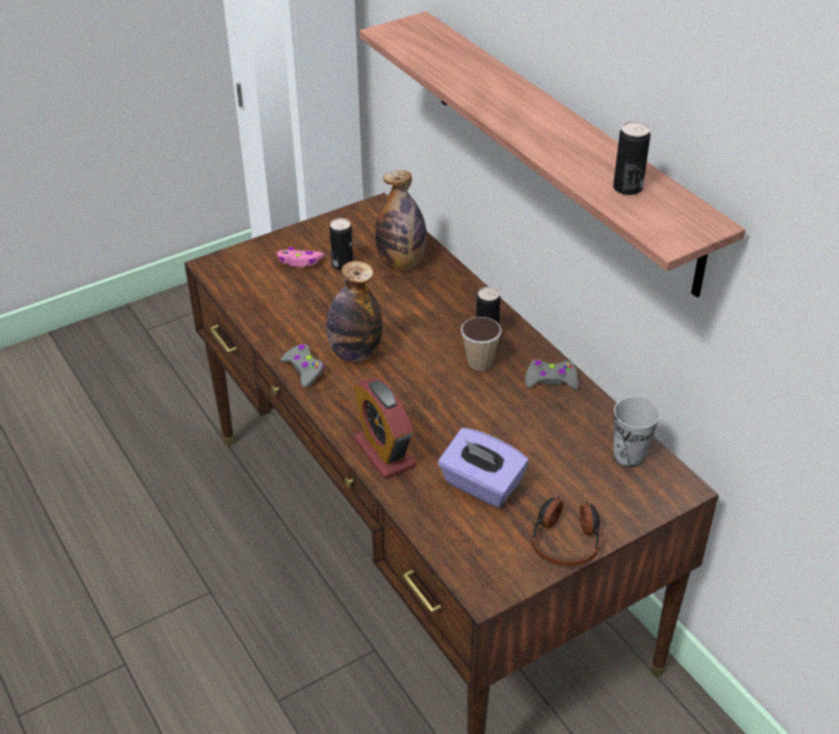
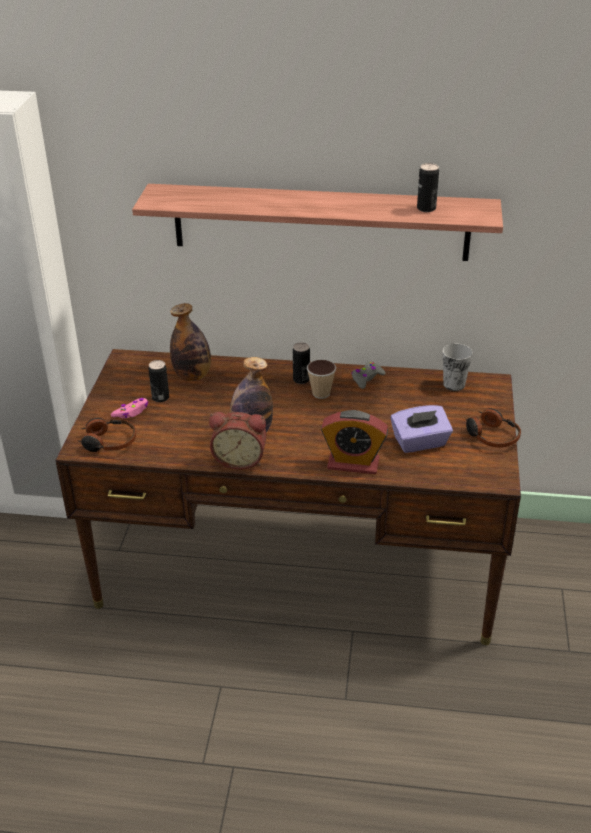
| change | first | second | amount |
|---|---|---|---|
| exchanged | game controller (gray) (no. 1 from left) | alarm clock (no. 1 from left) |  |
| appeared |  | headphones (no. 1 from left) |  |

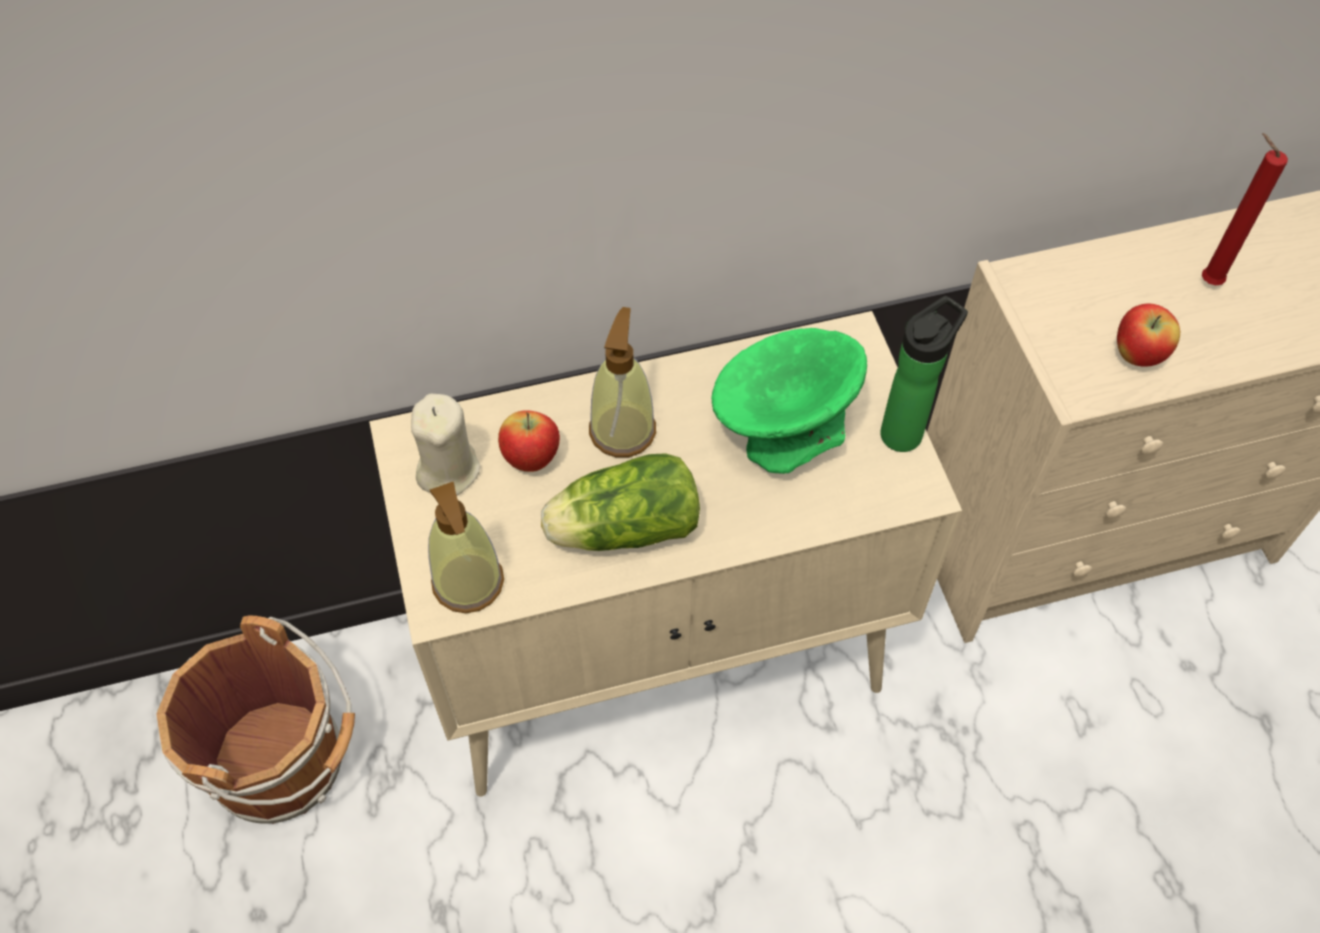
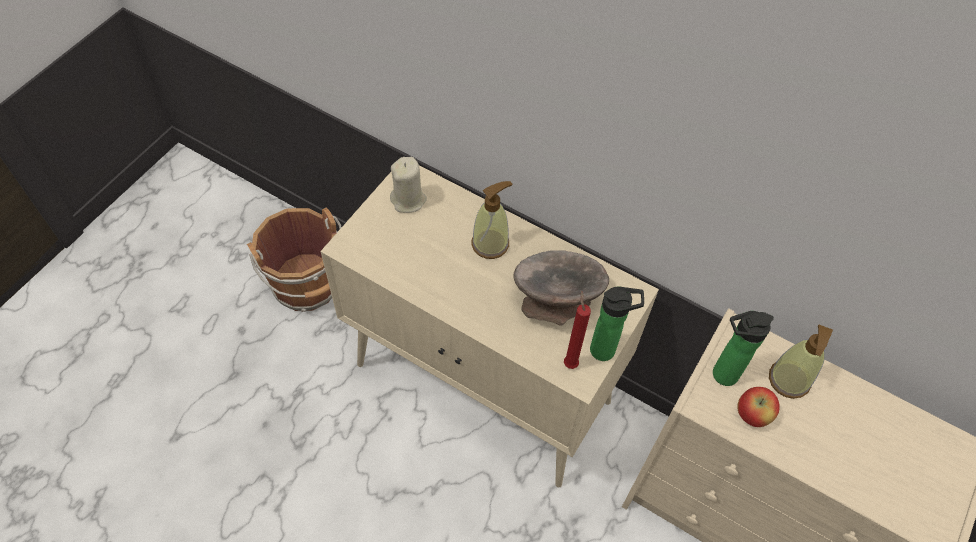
| change | first | second | amount |
|---|---|---|---|
| relocated | soap bottle (no. 1 from left in the first image) | soap bottle (no. 2 from left) |  |
| missing | whole apple (no. 1 from left) |  |  |
| missing | head of lettuce |  |  |
| colour | bowl (green) | bowl (gray) |  |
| relocated | candle (reddish) |  |  |
| appeared |  | bottle (no. 2 from left) |  |

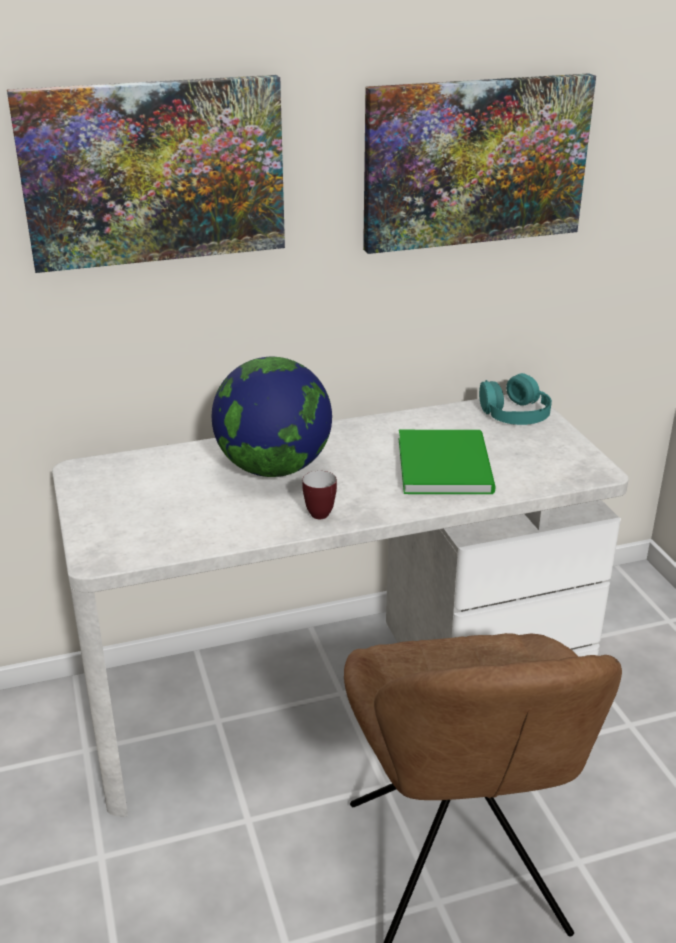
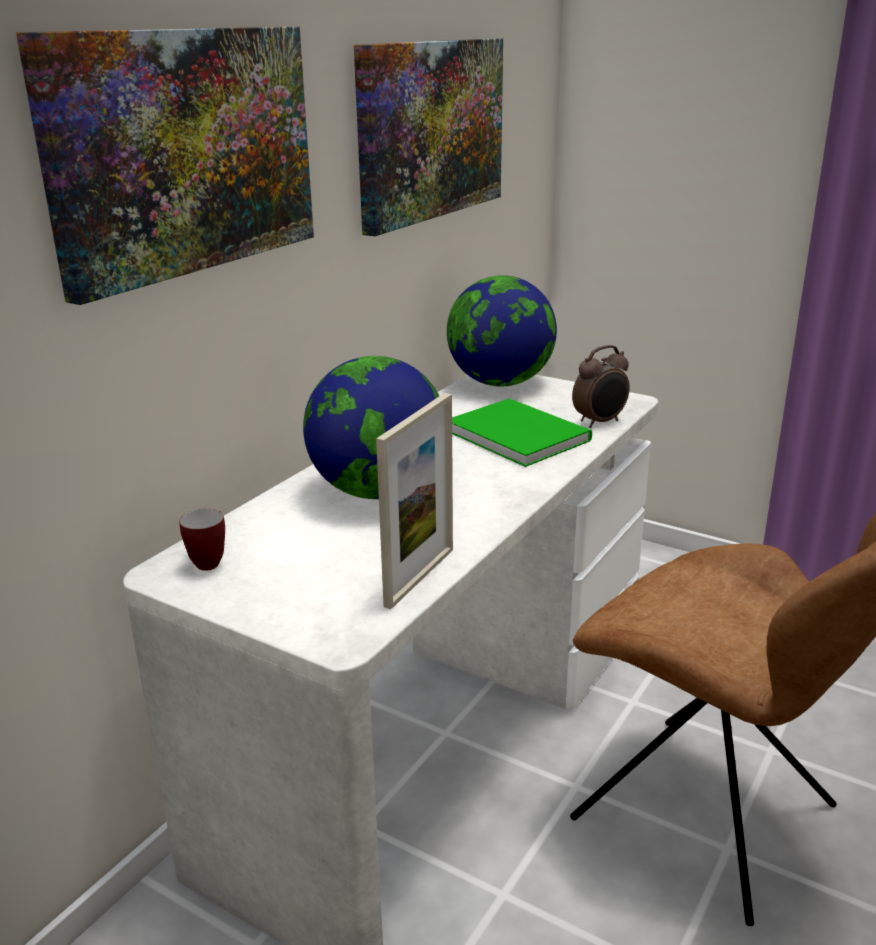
| change | first | second | amount |
|---|---|---|---|
| relocated | mug |  |  |
| exchanged | headphones (blue-green) | globe (no. 2 from left) |  |
| appeared |  | photo frame |  |
| appeared |  | alarm clock |  |

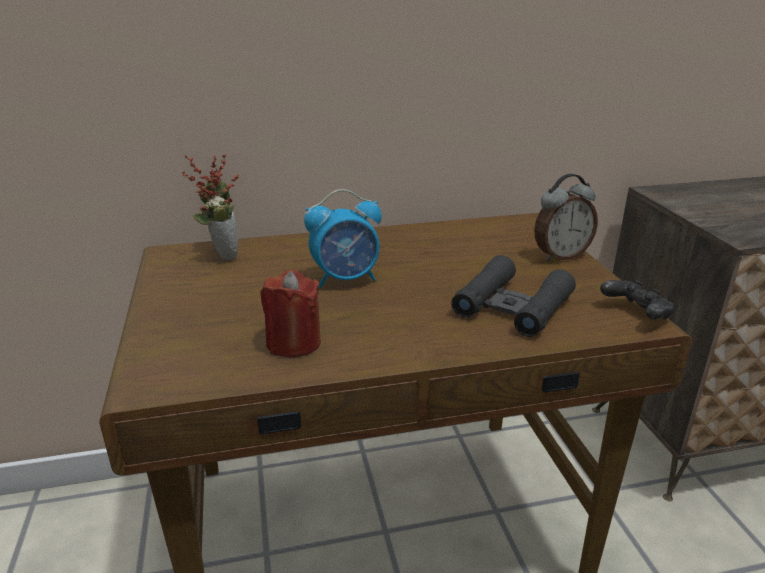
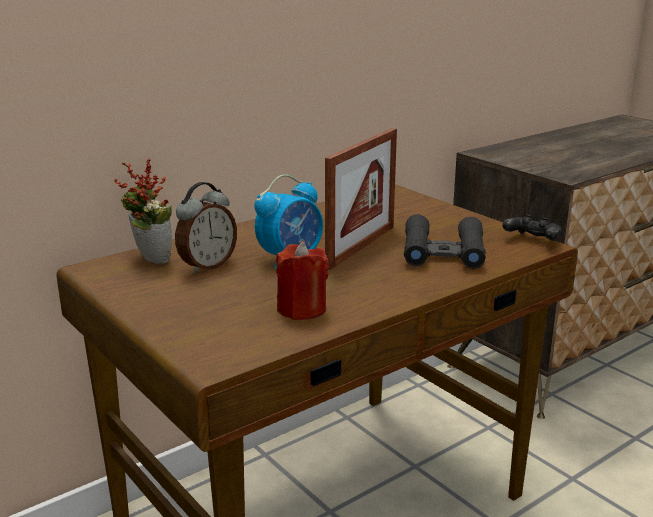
| change | first | second | amount |
|---|---|---|---|
| relocated | alarm clock (no. 2 from left in the first image) | alarm clock (no. 1 from left) |  |
| appeared |  | photo frame |  |

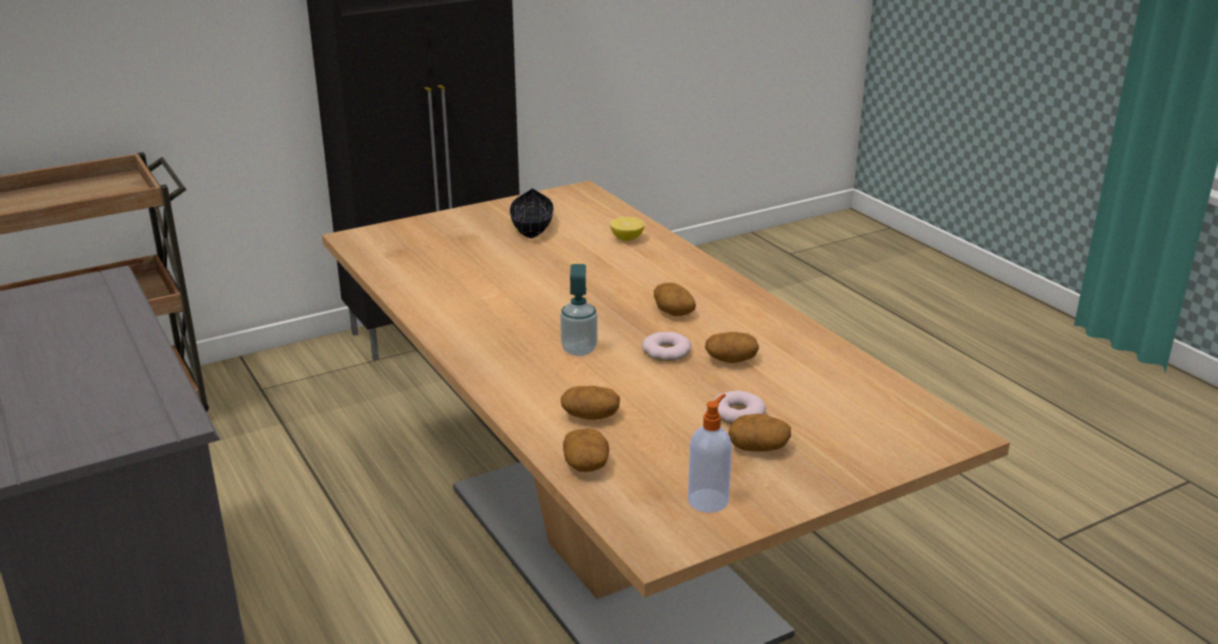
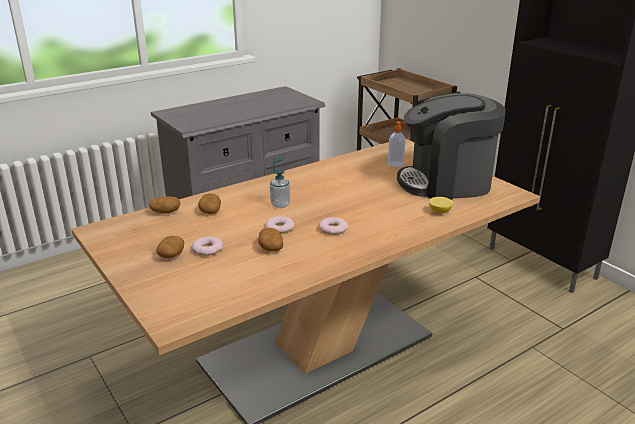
| change | first | second | amount |
|---|---|---|---|
| exchanged | bowl (blackish) | coffee maker |  |
| exchanged | spud (no. 3 from left) | donut (no. 3 from left) |  |
| relocated | soap bottle (no. 2 from left) |  |  |

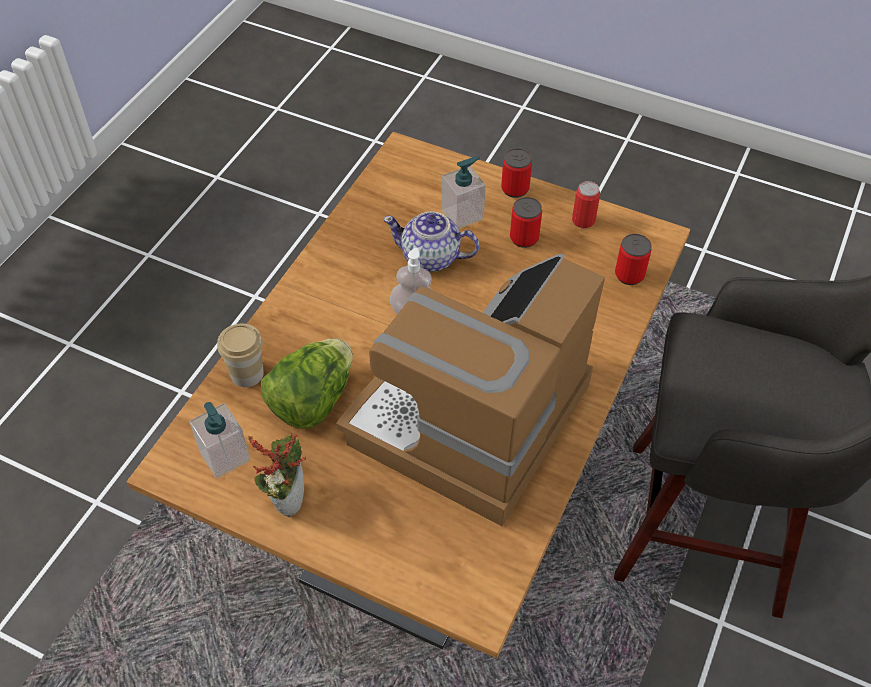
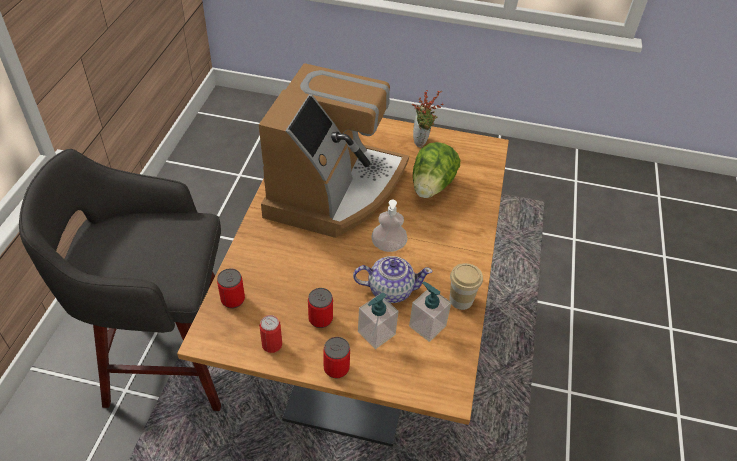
| change | first | second | amount |
|---|---|---|---|
| relocated | soap bottle (no. 1 from left in the first image) | soap bottle (no. 3 from left) |  |
| relocated | small cup |  |  |

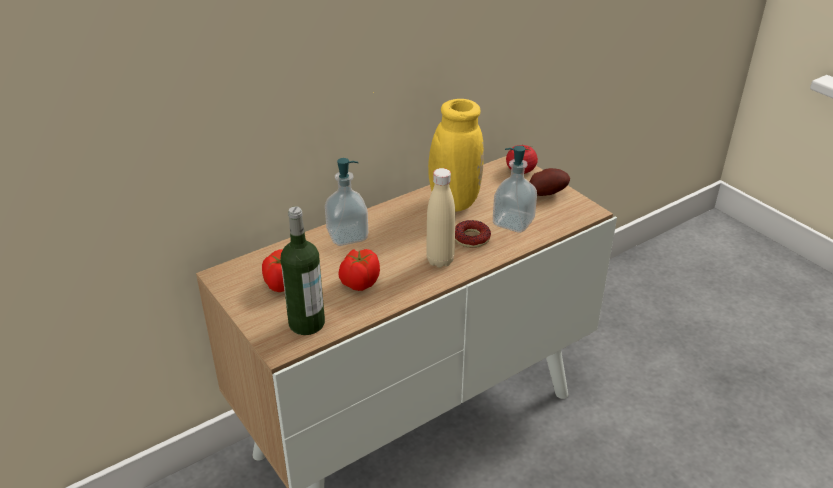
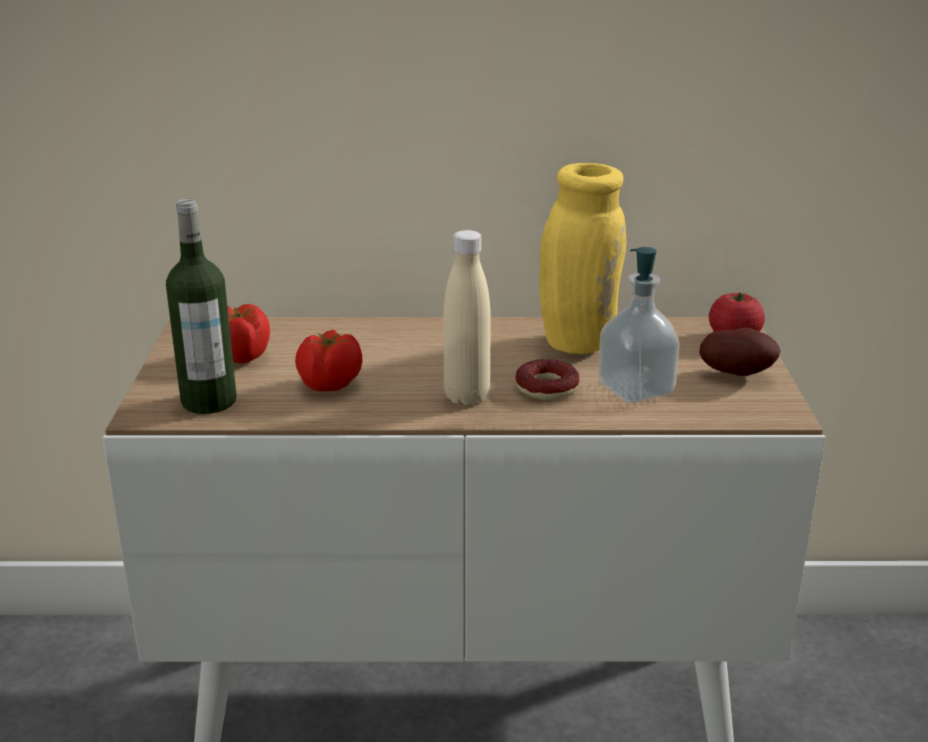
| change | first | second | amount |
|---|---|---|---|
| missing | soap bottle (no. 1 from left) |  |  |

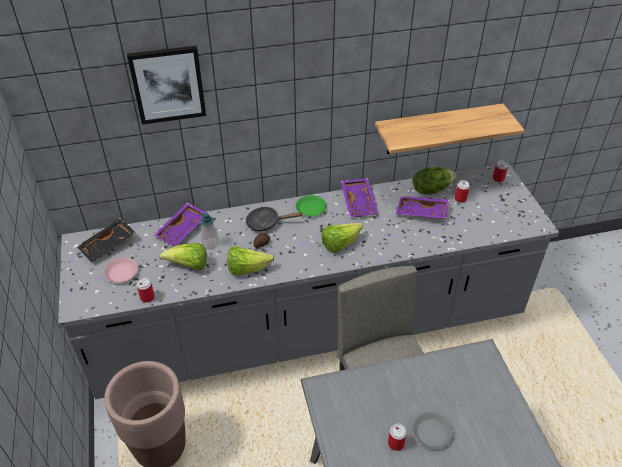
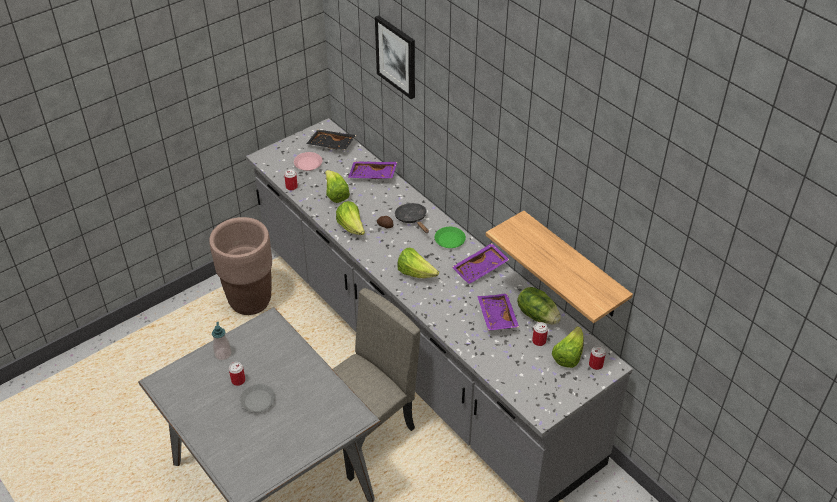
| change | first | second | amount |
|---|---|---|---|
| relocated | soap bottle |  |  |
| appeared |  | head of lettuce (no. 5 from left) |  |

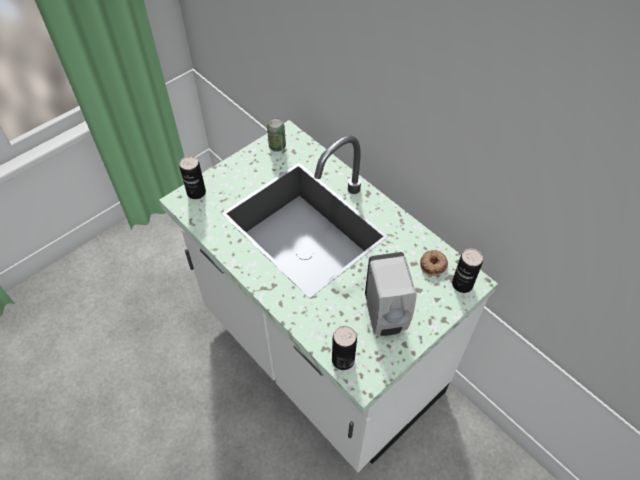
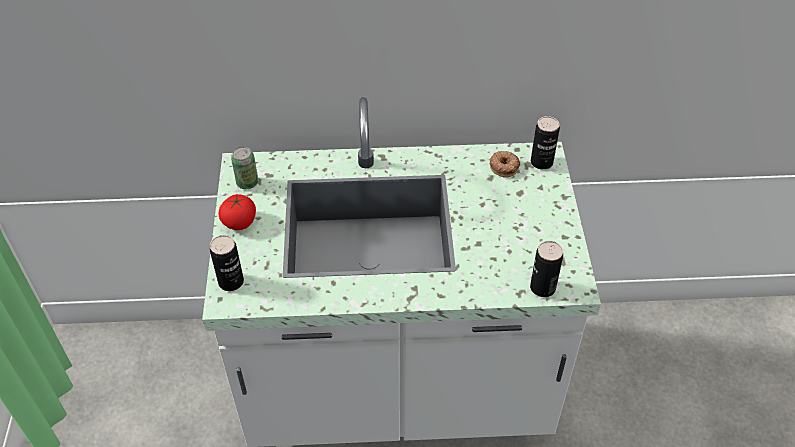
| change | first | second | amount |
|---|---|---|---|
| missing | soap bottle (white-coloured) |  |  |
| appeared |  | fresh tomato |  |

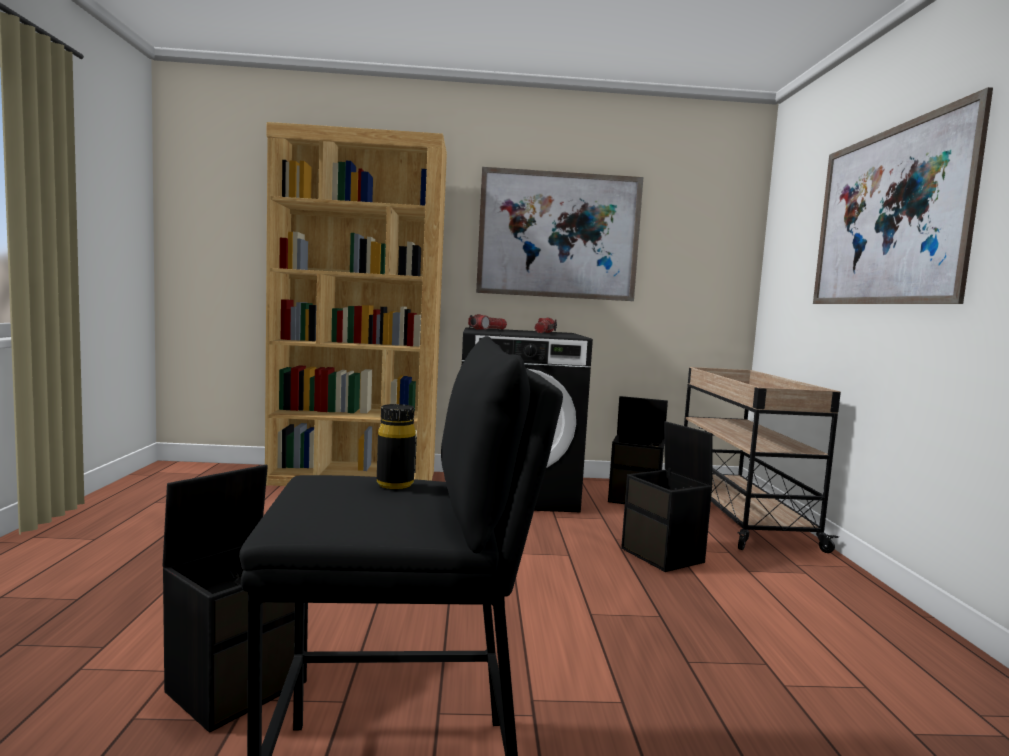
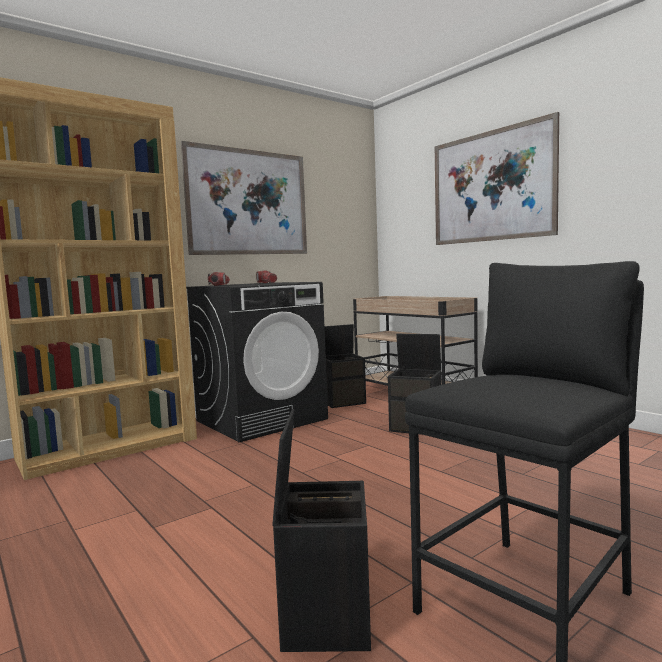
| change | first | second | amount |
|---|---|---|---|
| missing | bottle (blackish) |  |  |

